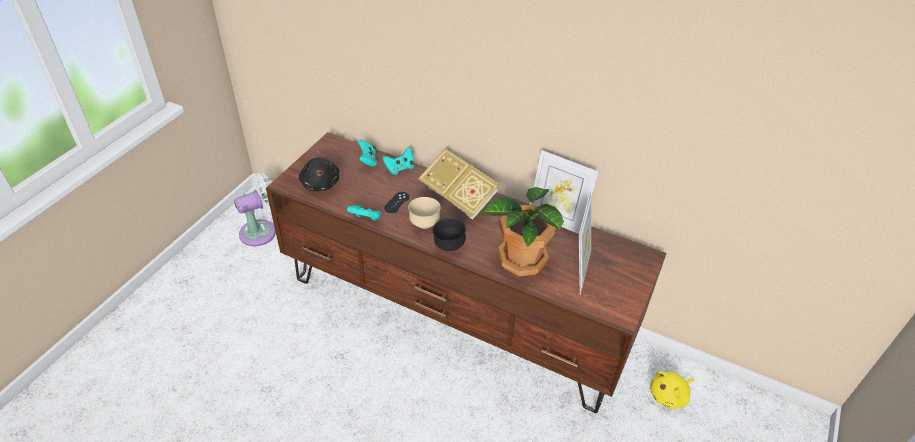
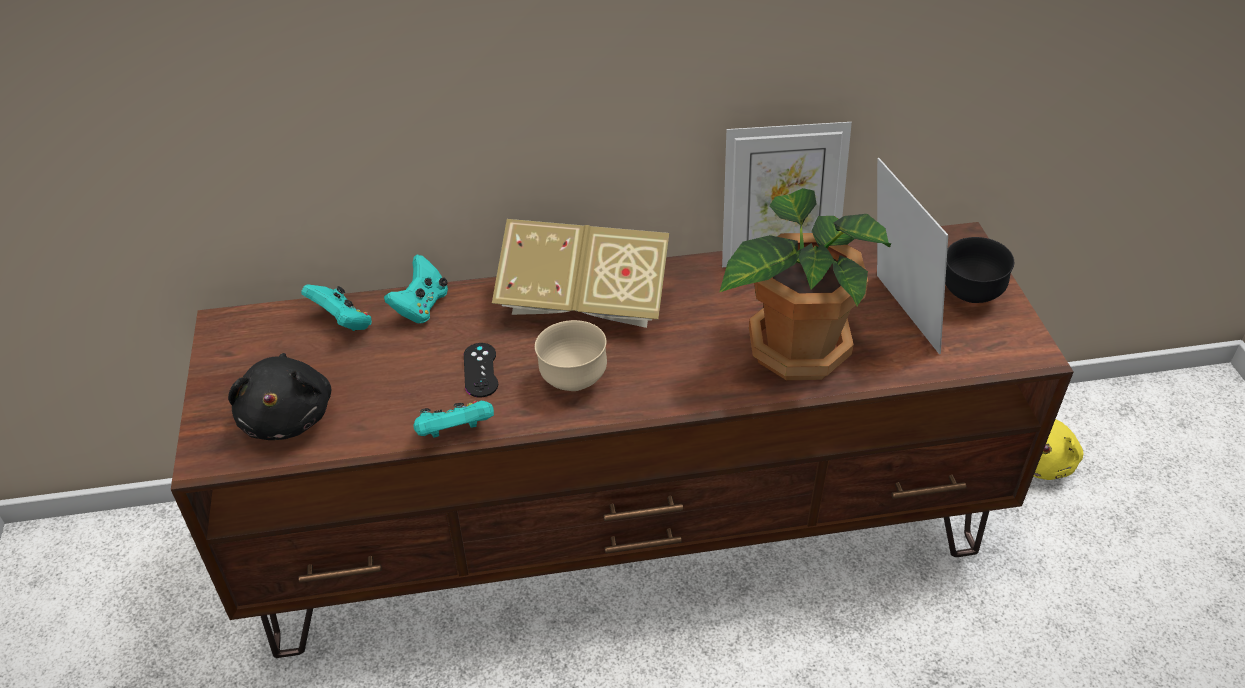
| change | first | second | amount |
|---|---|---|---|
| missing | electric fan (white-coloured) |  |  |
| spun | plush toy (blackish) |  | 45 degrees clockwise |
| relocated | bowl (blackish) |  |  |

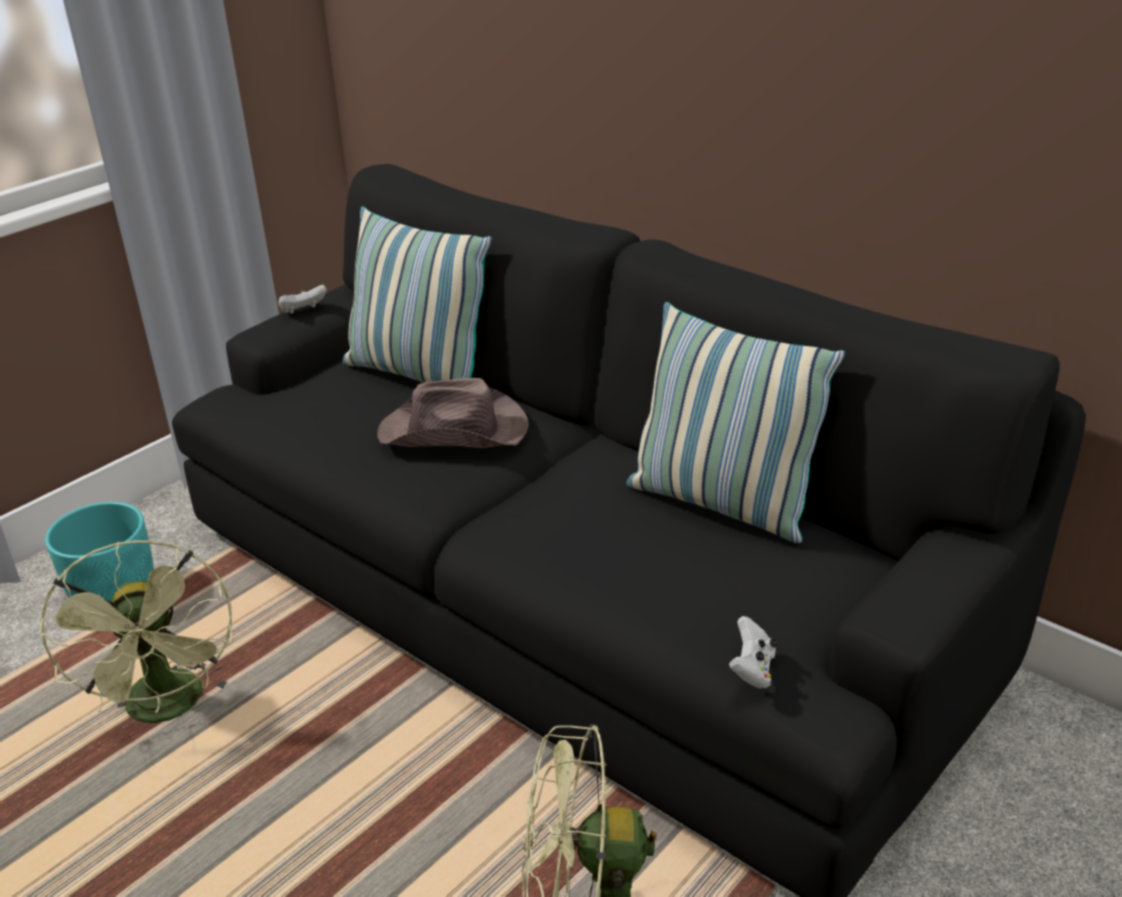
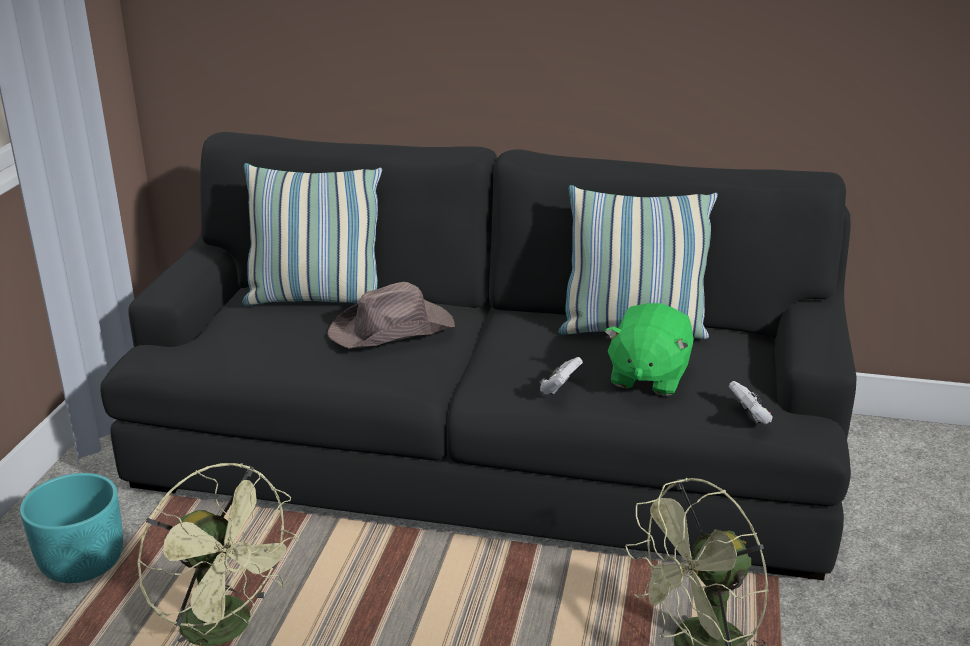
| change | first | second | amount |
|---|---|---|---|
| relocated | game controller (white-coloured) (no. 1 from left) |  |  |
| appeared |  | plush toy (green) |  |

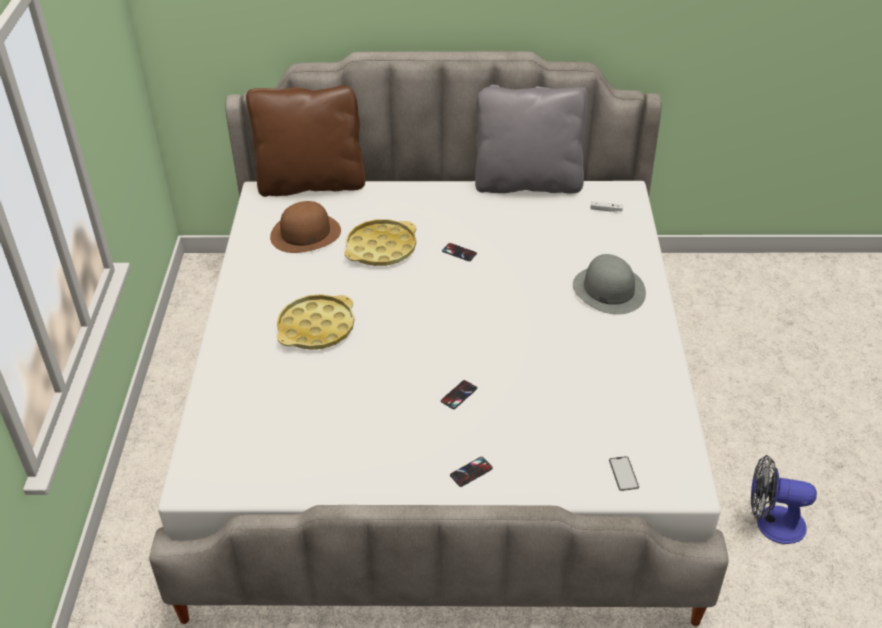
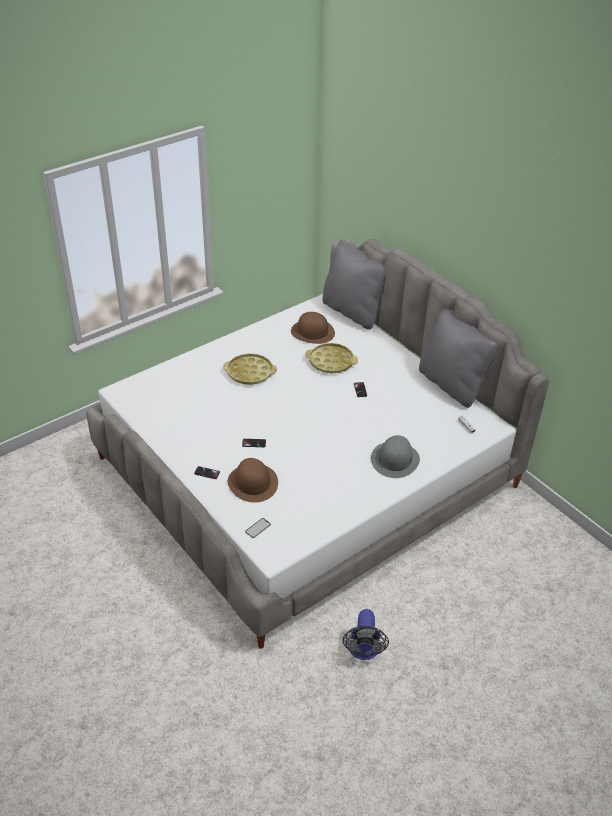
| change | first | second | amount |
|---|---|---|---|
| colour | cushion (brownish) | cushion (gray) (no. 1 from left) |  |
| spun | electric fan |  | 150 degrees counterclockwise |
| appeared |  | clothing hat (brownish) (no. 1 from left) |  |

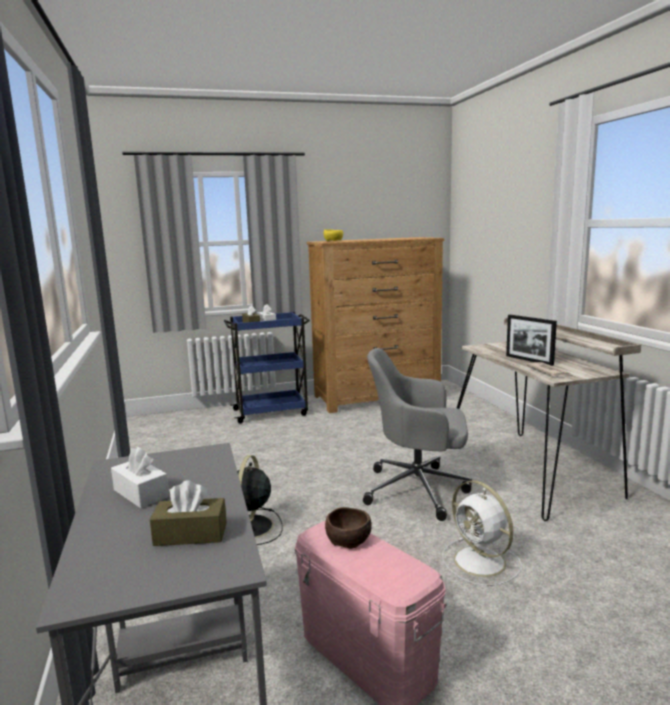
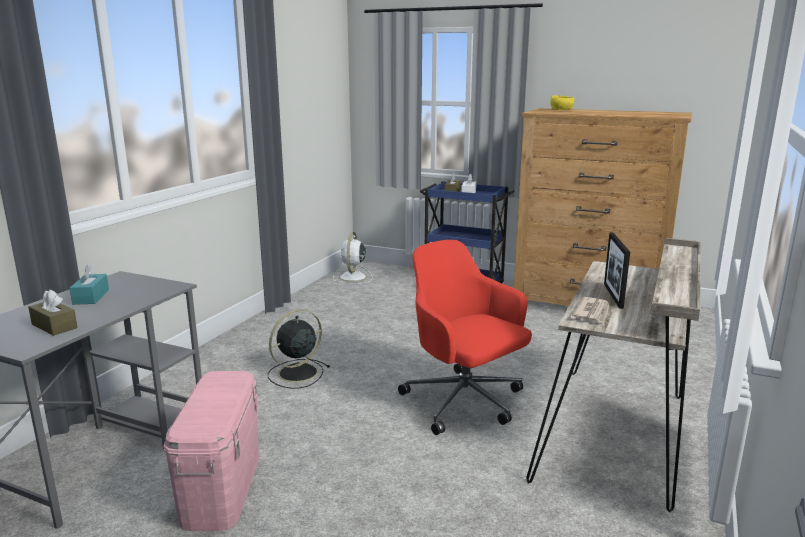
| change | first | second | amount |
|---|---|---|---|
| colour | box of tissues (white-coloured) (no. 1 from left) | box of tissues (blue-green) |  |
| missing | bowl (brownish) |  |  |
| colour | office chair (gray) | office chair (reddish) |  |
| relocated | electric fan (white-coloured) |  |  |

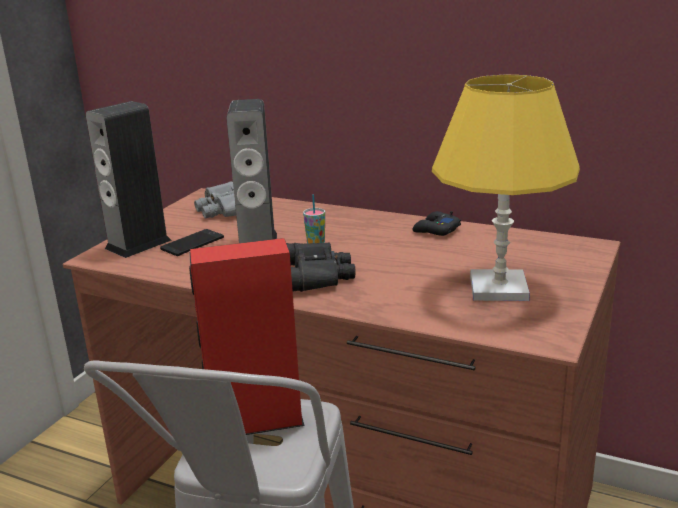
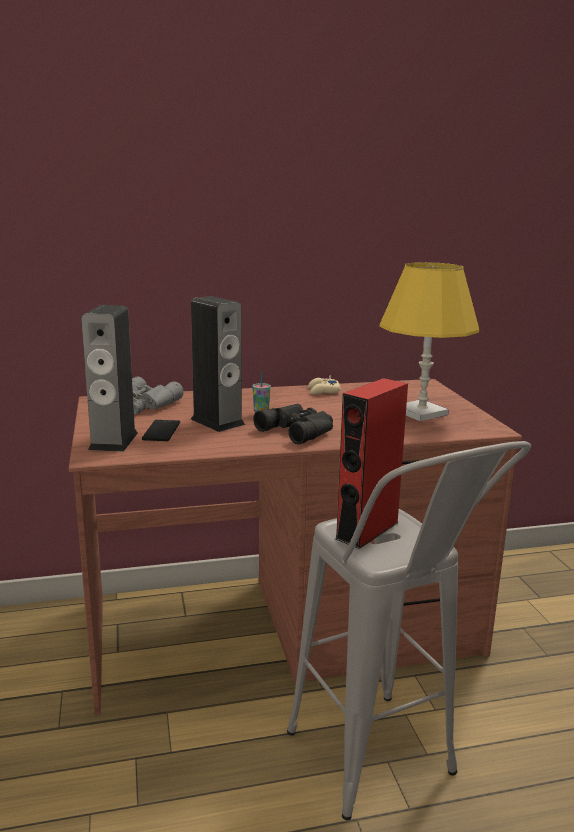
| change | first | second | amount |
|---|---|---|---|
| colour | game controller (blackish) | game controller (beige-coloured) |  |

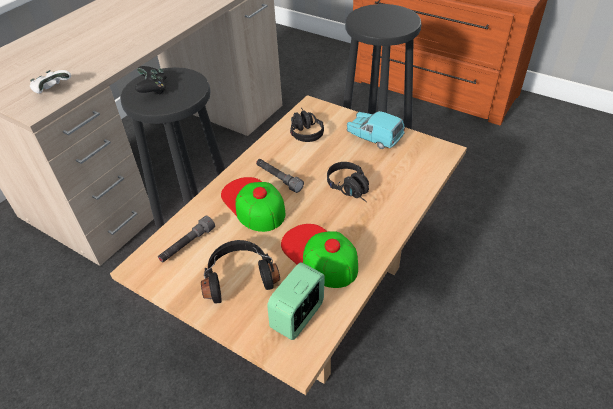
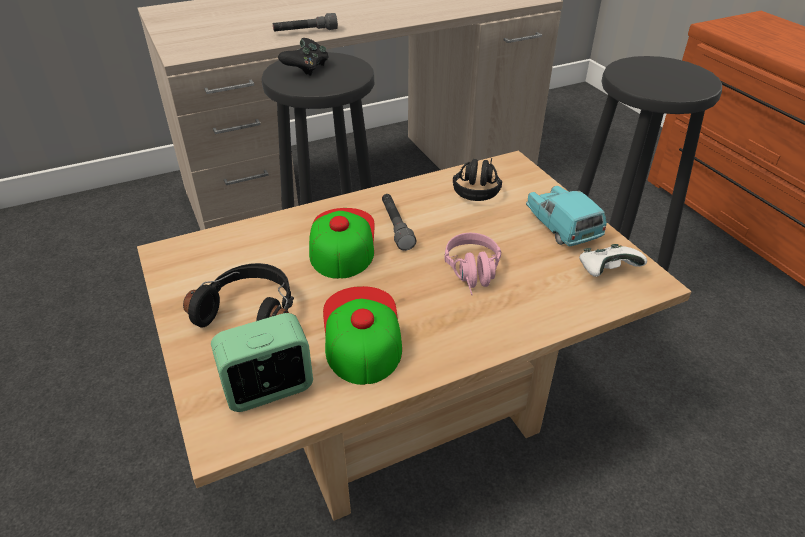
| change | first | second | amount |
|---|---|---|---|
| relocated | game controller (white-coloured) |  |  |
| relocated | hand torch (gray) (no. 1 from left) |  |  |
| colour | headphones (blackish) (no. 3 from left) | headphones (pinkish) |  |

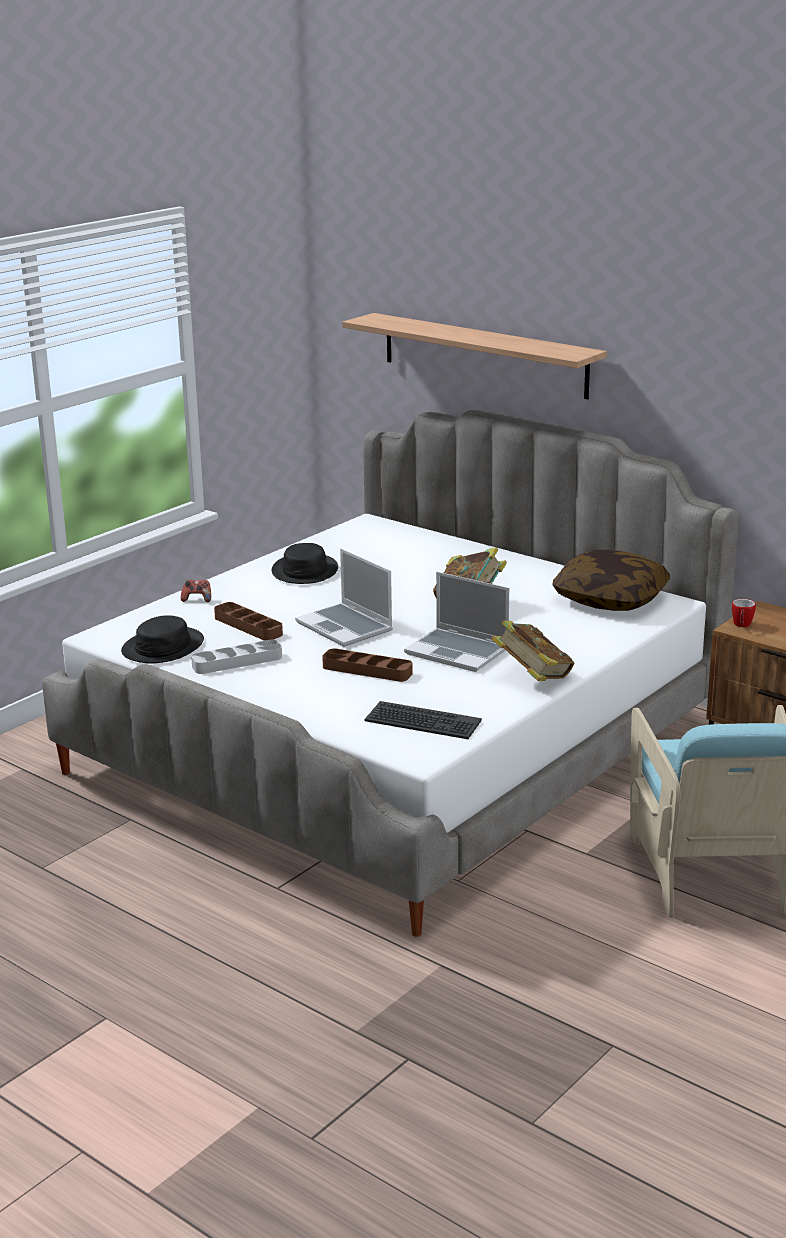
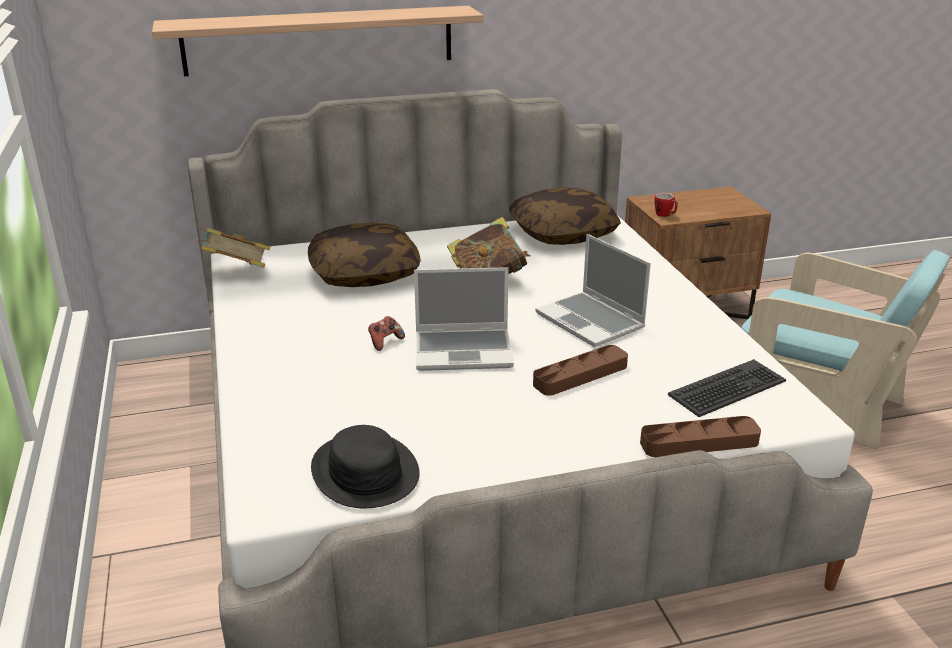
| change | first | second | amount |
|---|---|---|---|
| relocated | game controller |  |  |
| missing | tray (gray) |  |  |
| relocated | tray (brownish) (no. 1 from left in the first image) | tray (brownish) (no. 2 from left) |  |
| missing | clothing hat (blackish) (no. 2 from left) |  |  |
| spun | portable computer (no. 2 from left) |  | 75 degrees clockwise |
| relocated | volume (no. 2 from left in the first image) | volume (no. 1 from left) |  |
| appeared |  | cushion (no. 1 from left) |  |

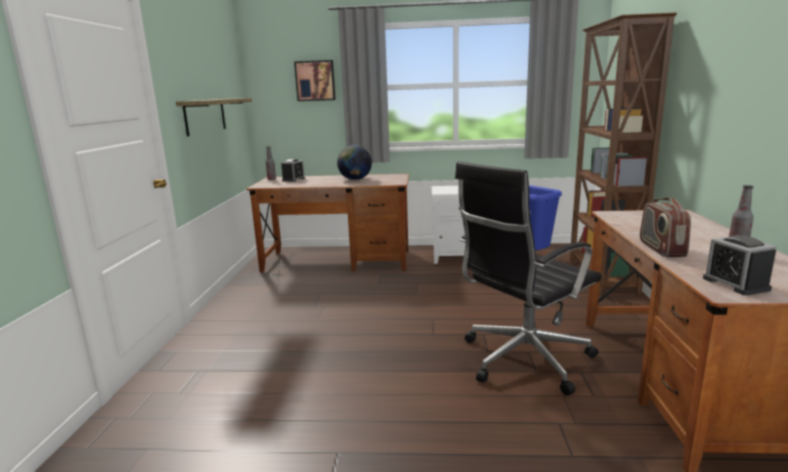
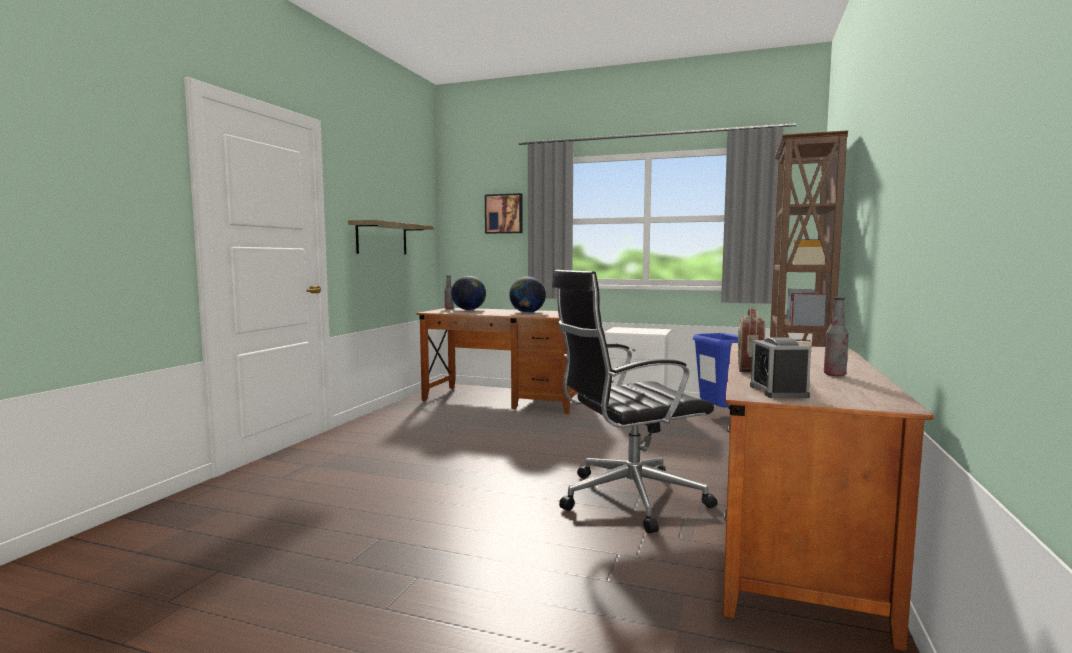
| change | first | second | amount |
|---|---|---|---|
| exchanged | alarm clock (no. 1 from left) | globe (no. 1 from left) |  |

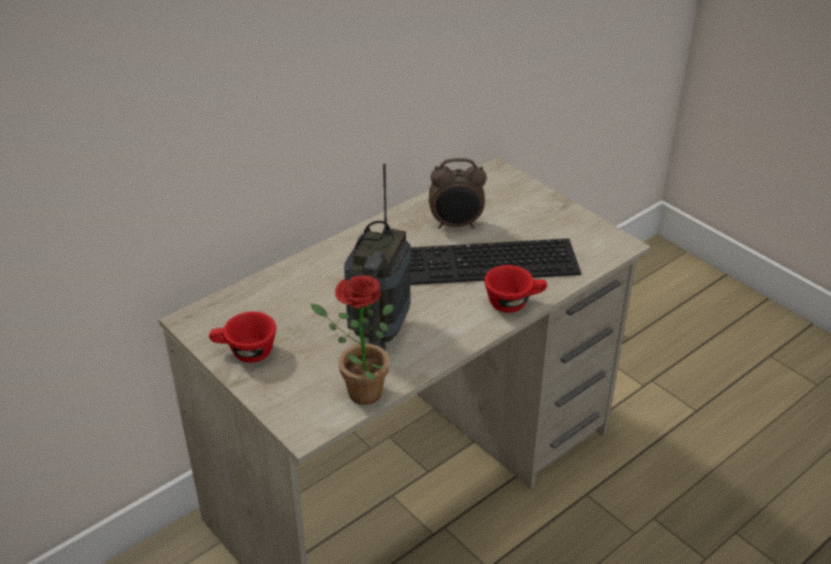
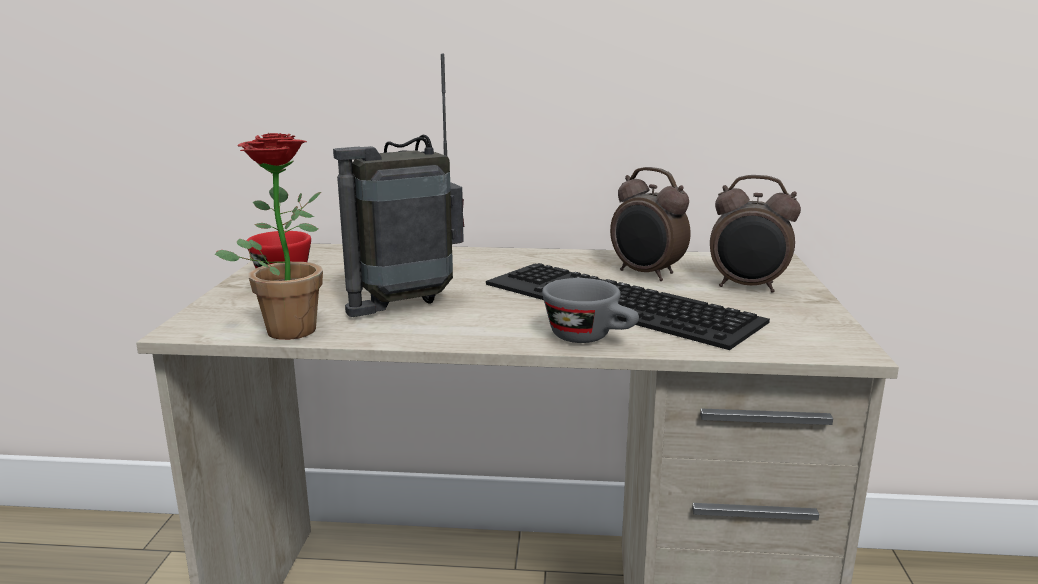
| change | first | second | amount |
|---|---|---|---|
| colour | small cup (reddish) (no. 2 from left) | small cup (gray) |  |
| appeared |  | alarm clock (no. 2 from left) |  |

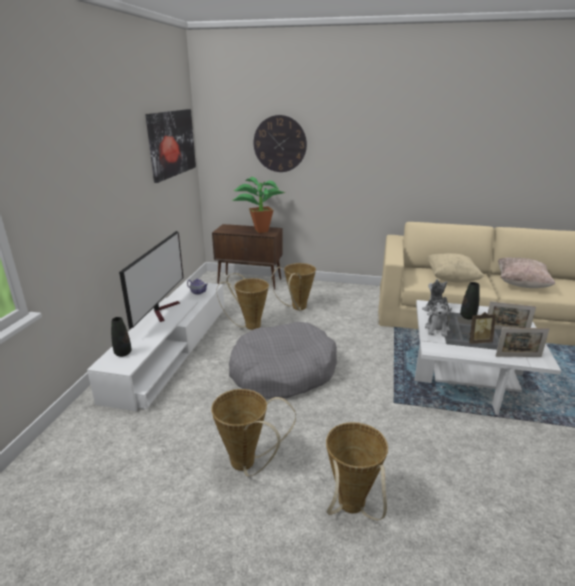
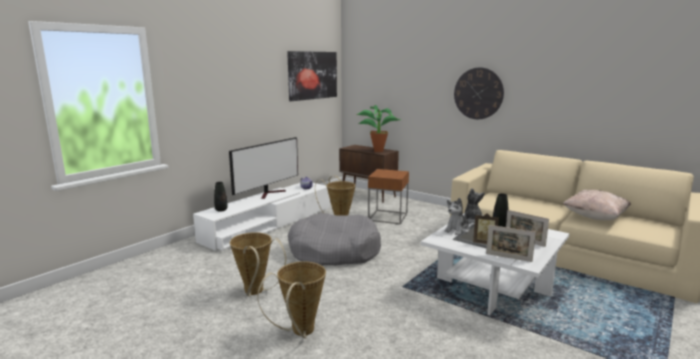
| change | first | second | amount |
|---|---|---|---|
| relocated | hanging clock |  |  |
| exchanged | household basket (no. 3 from left) | accent table (brownish) |  |
| missing | cushion (beige-coloured) (no. 1 from left) |  |  |

